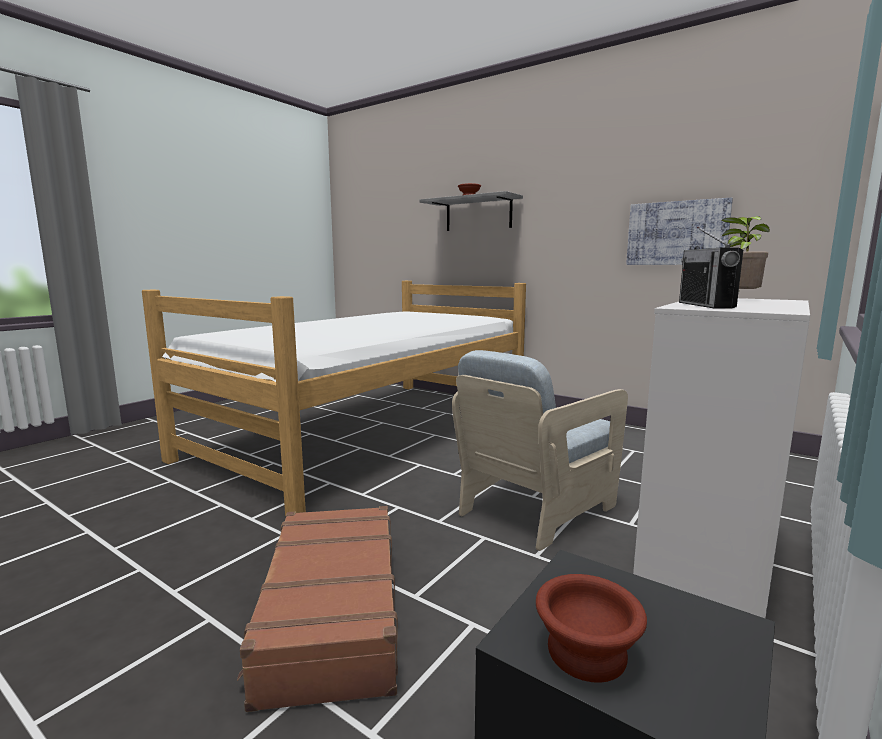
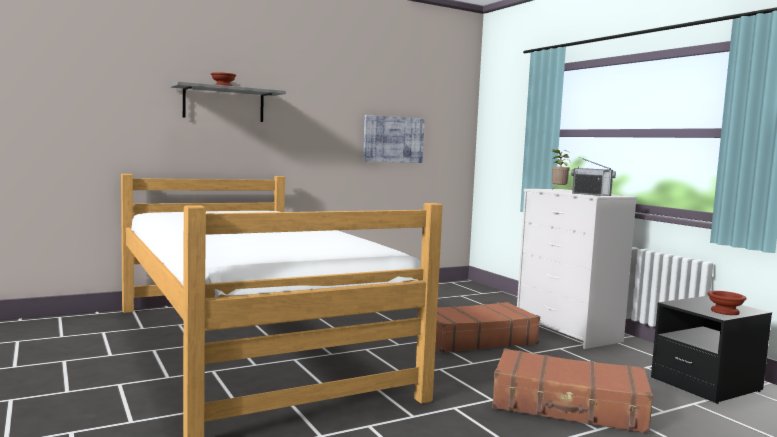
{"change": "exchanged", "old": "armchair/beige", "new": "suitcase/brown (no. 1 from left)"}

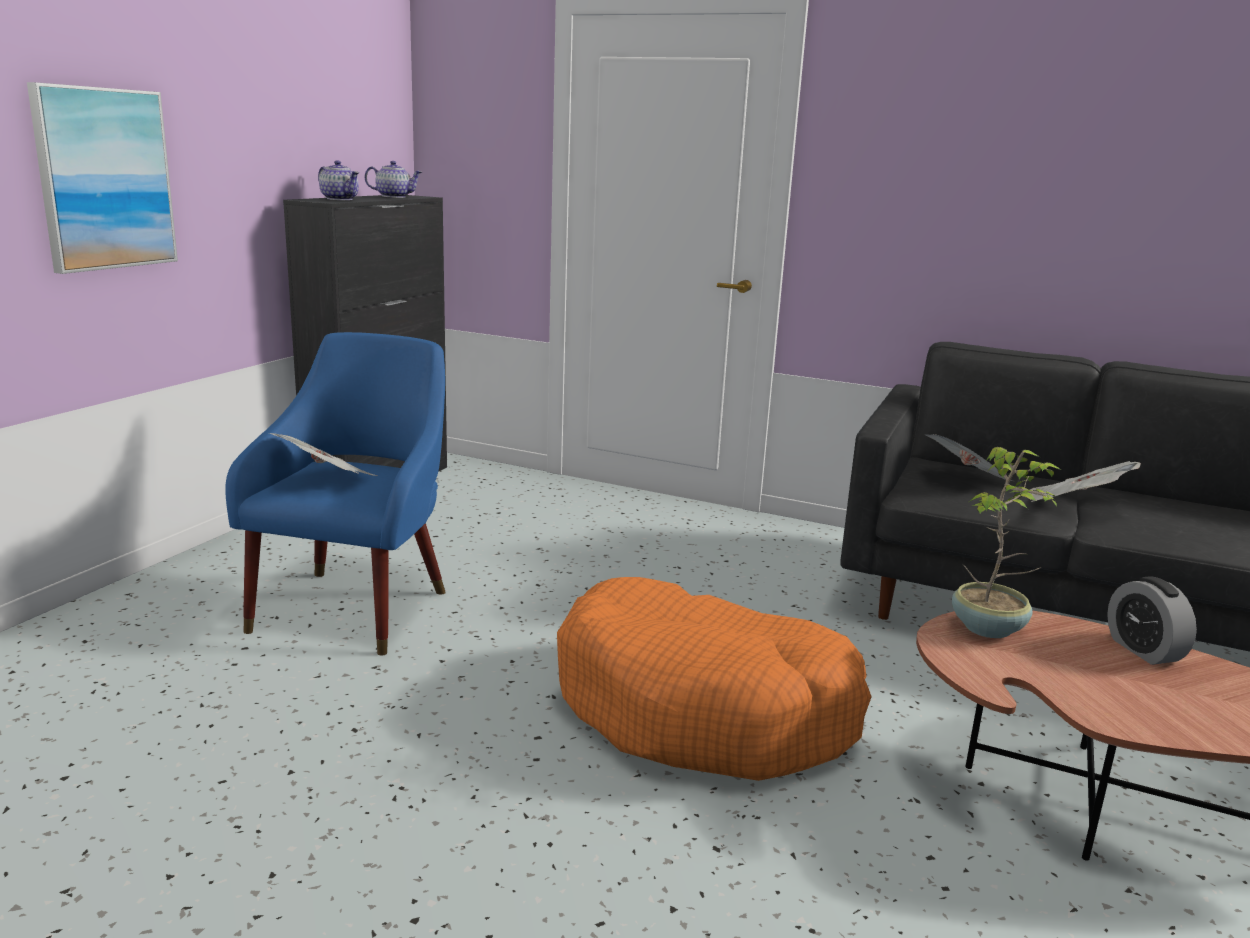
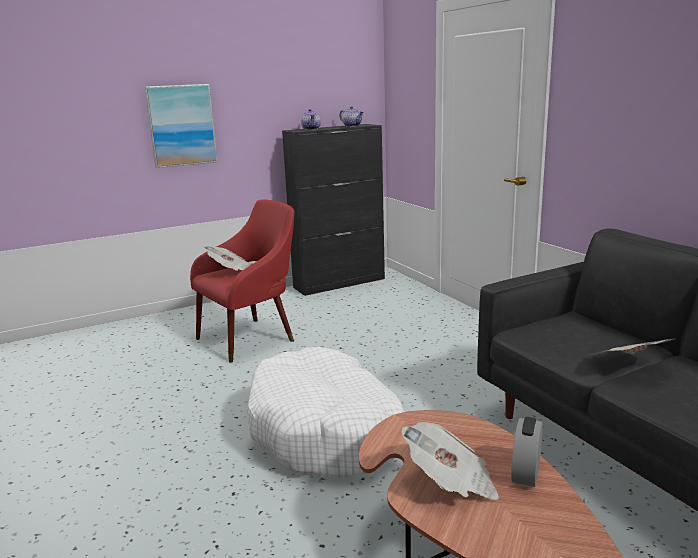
{"change": "colour", "old": "armchair/blue", "new": "armchair/red"}
{"change": "colour", "old": "dog bed/orange", "new": "dog bed/white"}
{"change": "relocated", "old": "newspaper (no. 2 from left)"}
{"change": "missing", "old": "potted plant"}

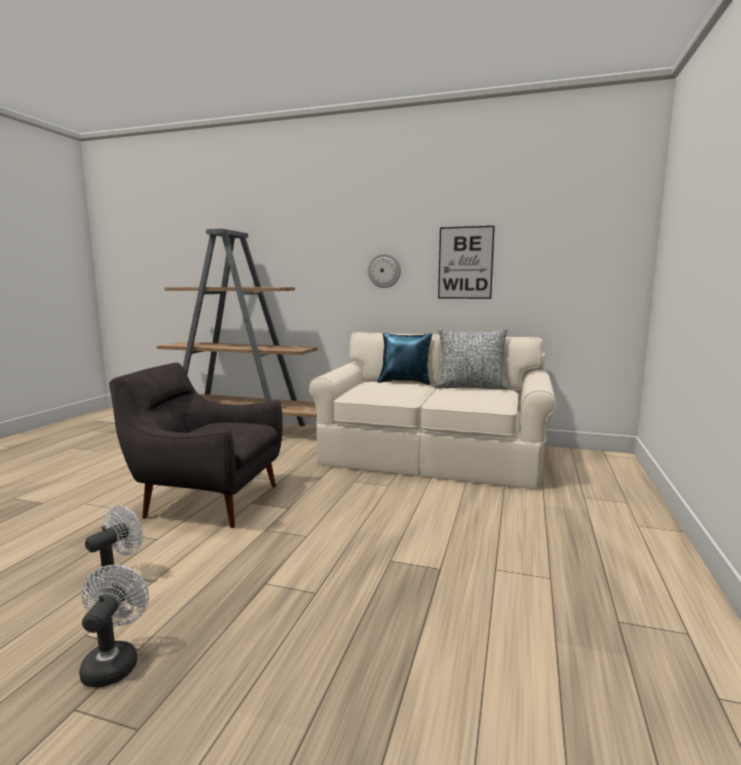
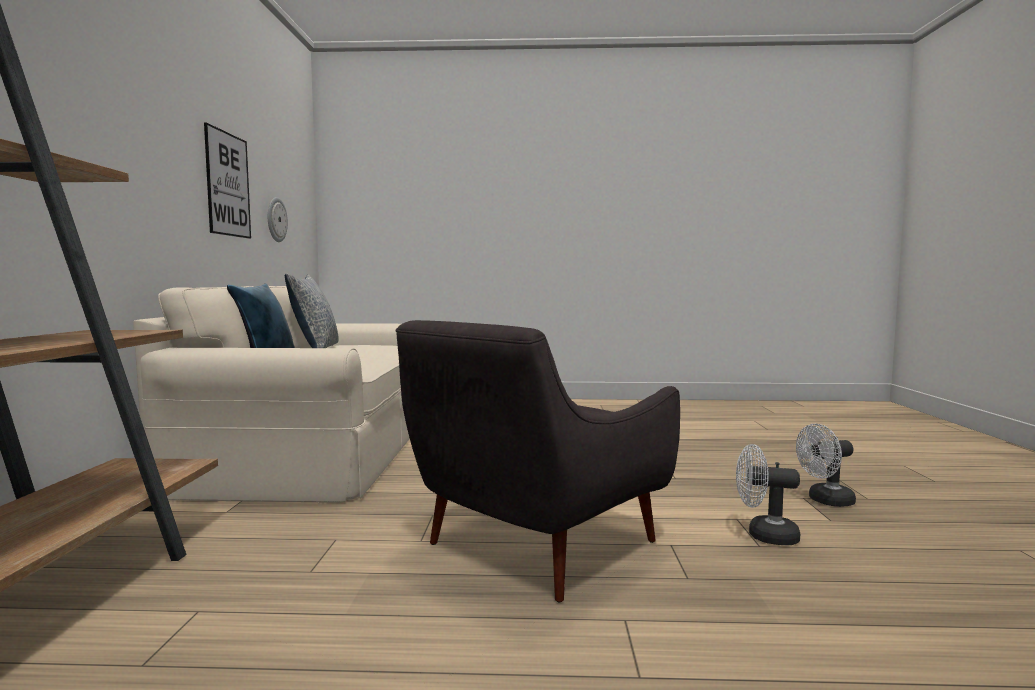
{"change": "spun", "old": "armchair/grey", "degrees": 45}
{"change": "relocated", "old": "wall clock"}

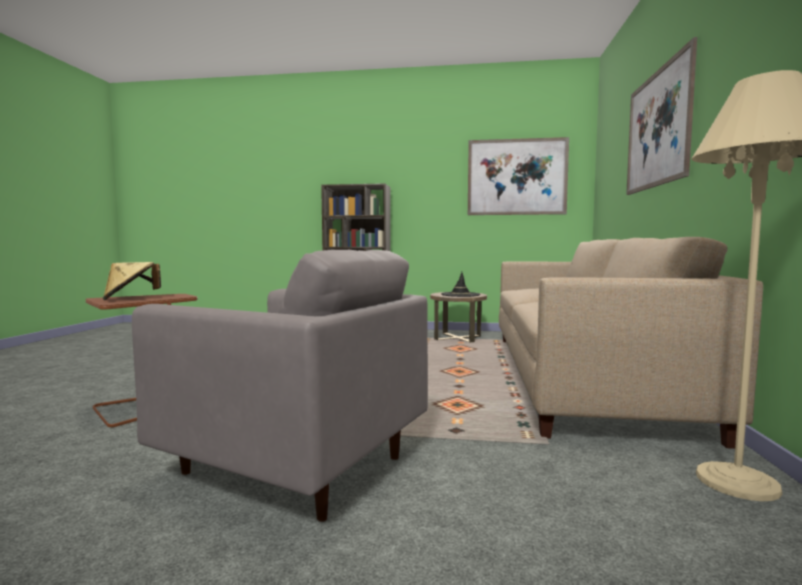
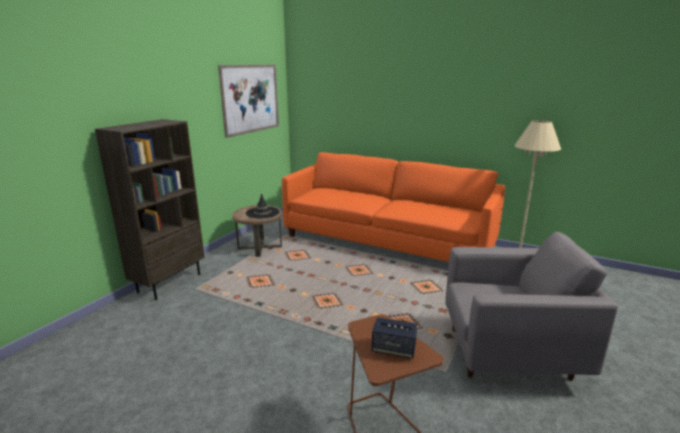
{"change": "exchanged", "old": "hat/beige", "new": "speaker"}
{"change": "spun", "old": "armchair/grey", "degrees": 45}
{"change": "colour", "old": "sofa/beige", "new": "sofa/orange"}
{"change": "missing", "old": "picture (no. 2 from left)"}

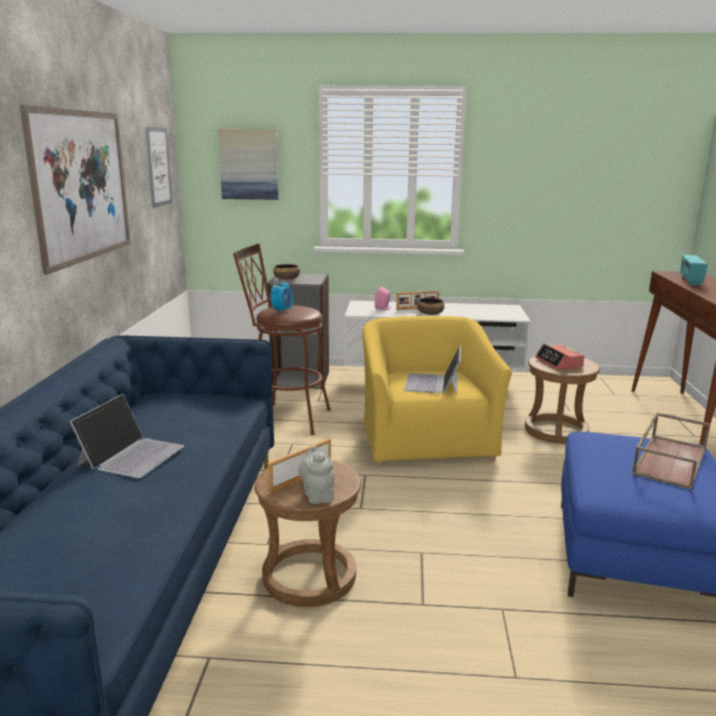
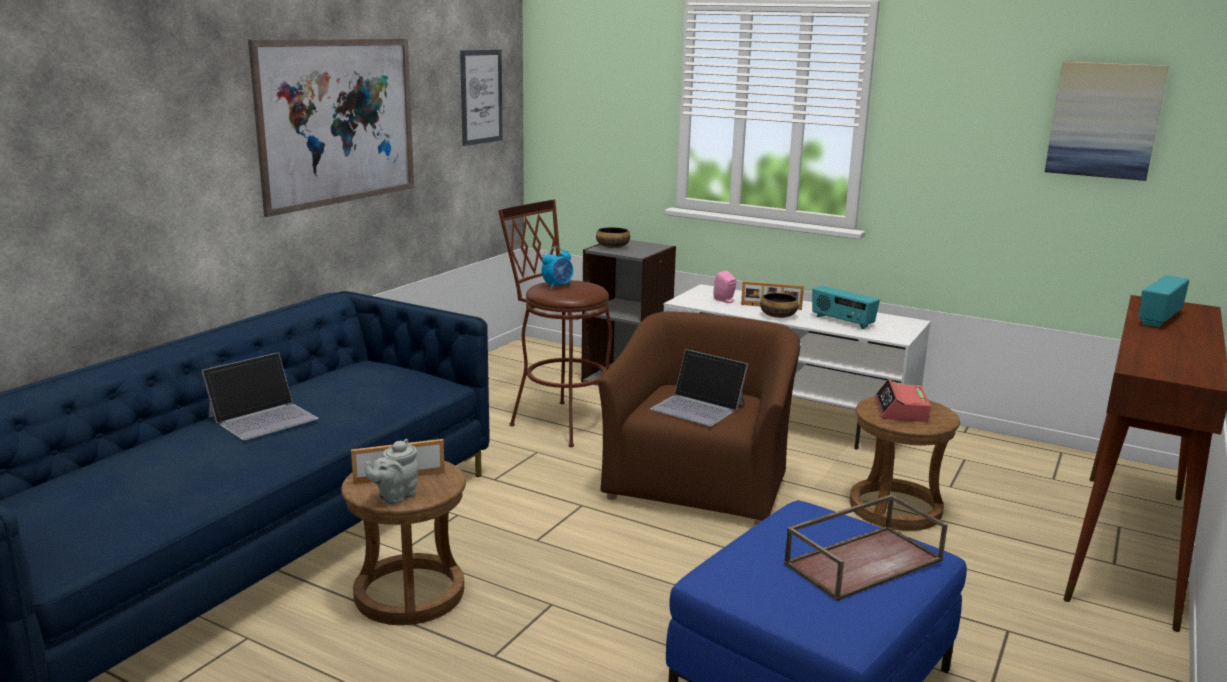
{"change": "relocated", "old": "picture (no. 3 from left)"}
{"change": "spun", "old": "teapot/grey", "degrees": -150}
{"change": "colour", "old": "armchair/yellow", "new": "armchair/brown"}
{"change": "spun", "old": "laptop (no. 2 from left)", "degrees": -90}
{"change": "appeared", "new": "radio (no. 1 from left)"}

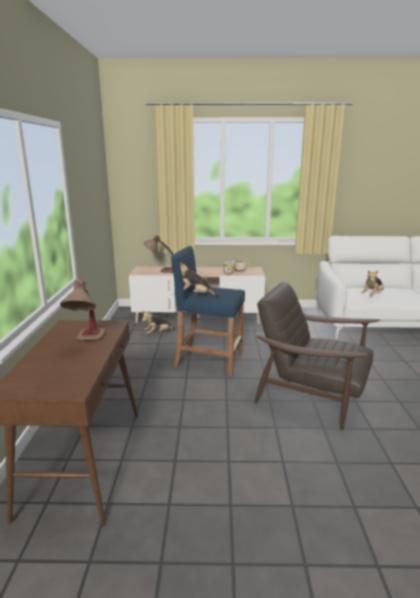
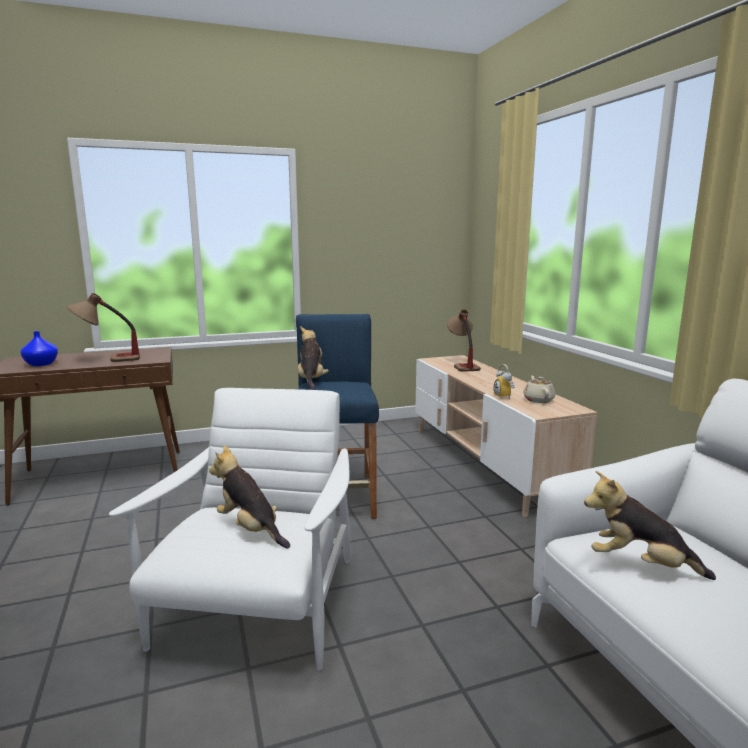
{"change": "relocated", "old": "plush toy (no. 1 from left)"}
{"change": "colour", "old": "armchair/brown", "new": "armchair/white"}
{"change": "appeared", "new": "vase/blue"}

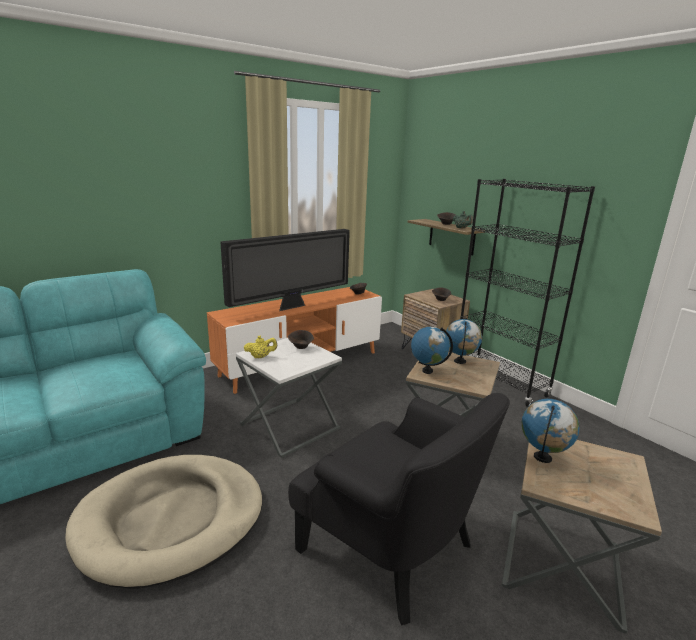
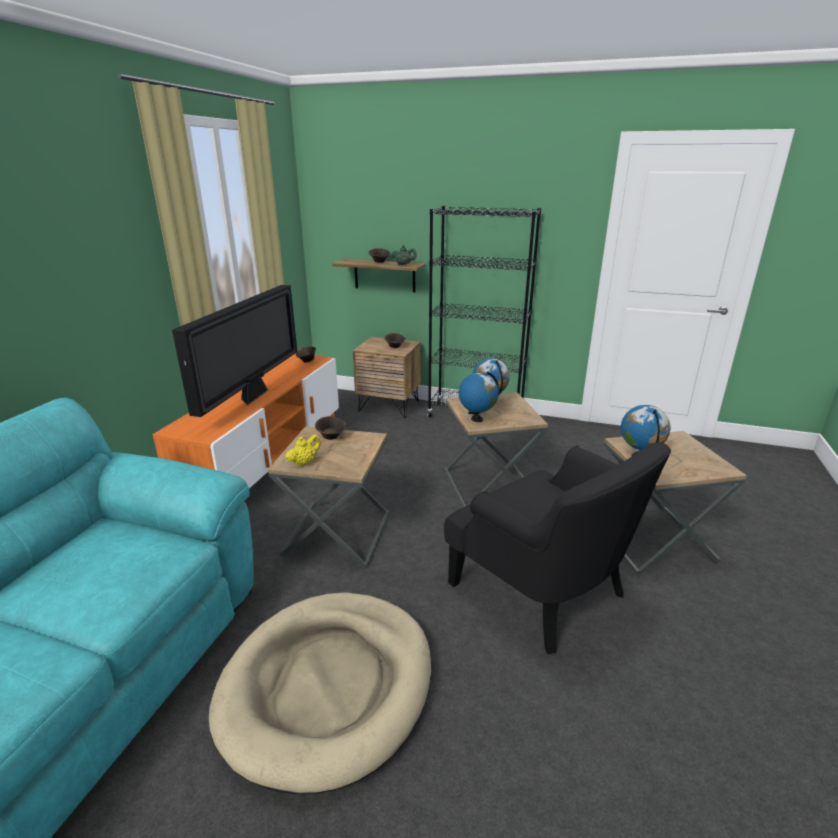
{"change": "colour", "old": "side table/white", "new": "side table/brown (no. 1 from left)"}
{"change": "spun", "old": "armchair/black", "degrees": 45}

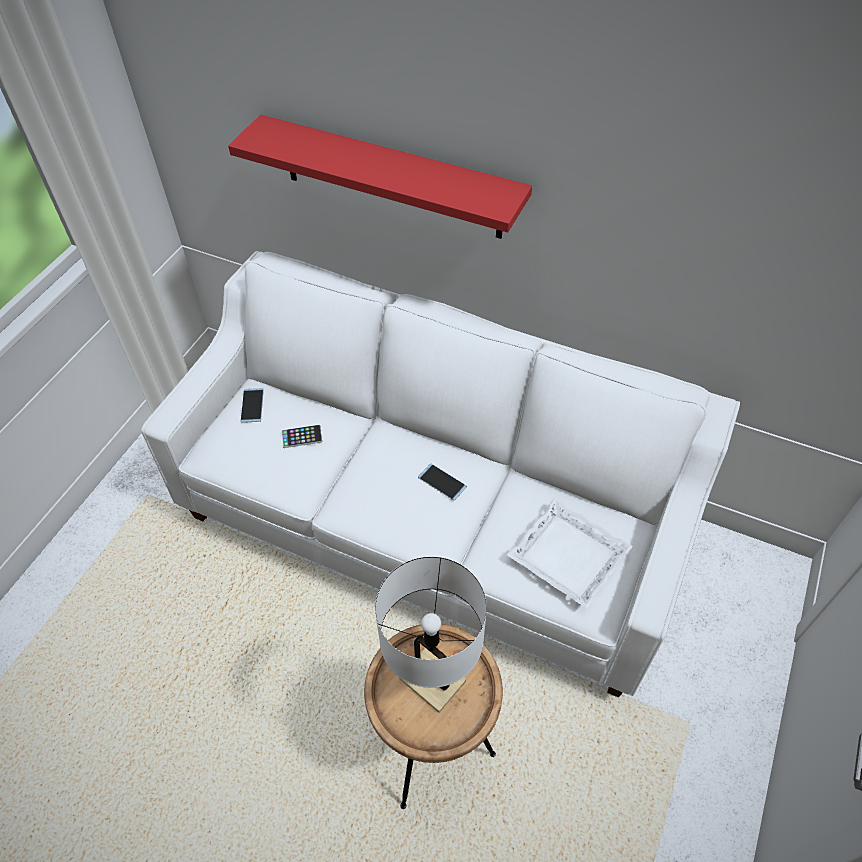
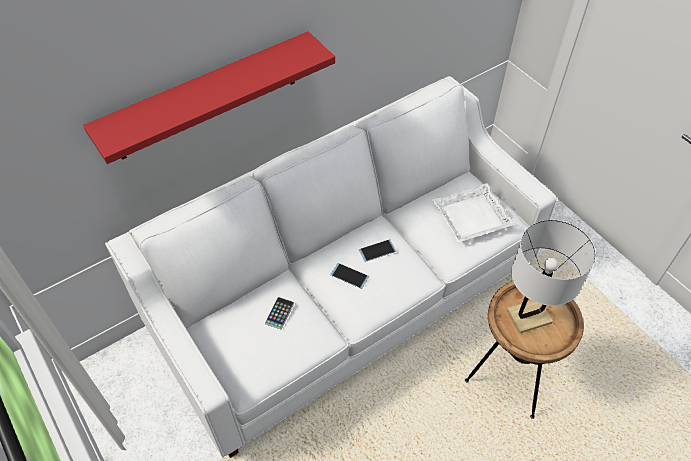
{"change": "relocated", "old": "phone (no. 1 from left in the first image)", "new": "phone (no. 2 from left)"}

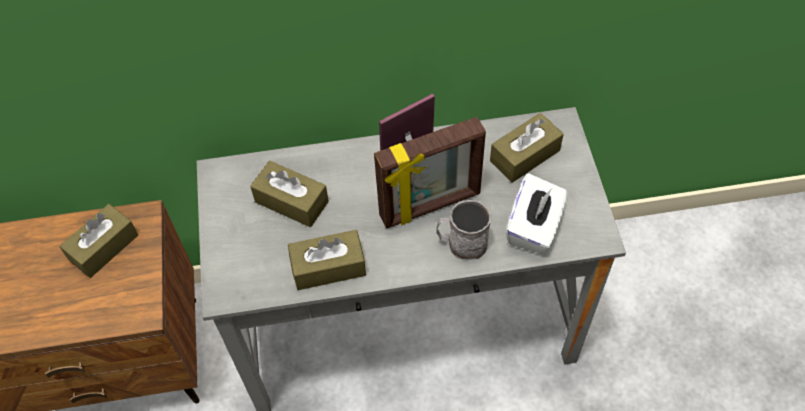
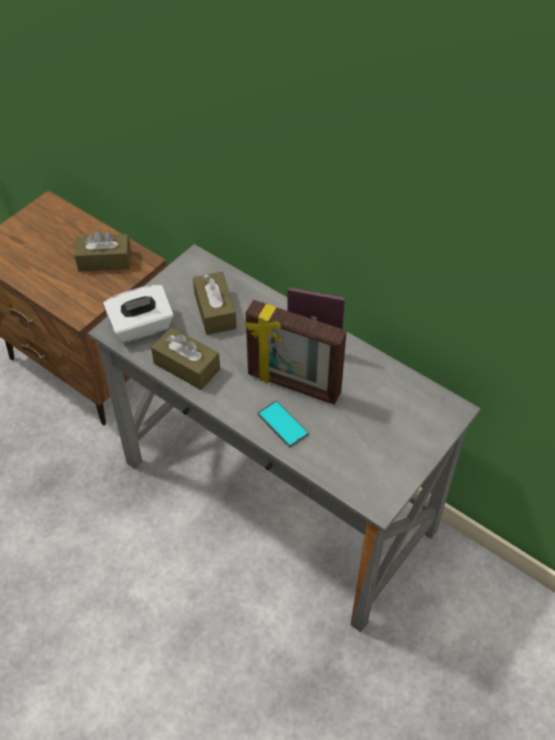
{"change": "exchanged", "old": "mug/grey", "new": "phone"}
{"change": "missing", "old": "tissue box/brown (no. 4 from left)"}
{"change": "relocated", "old": "tissue box/white"}

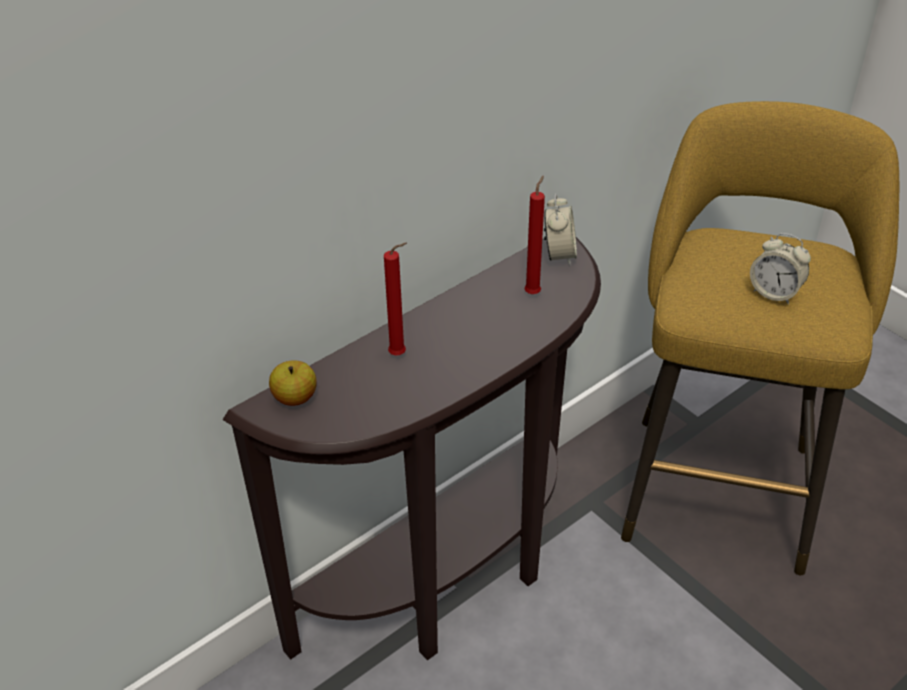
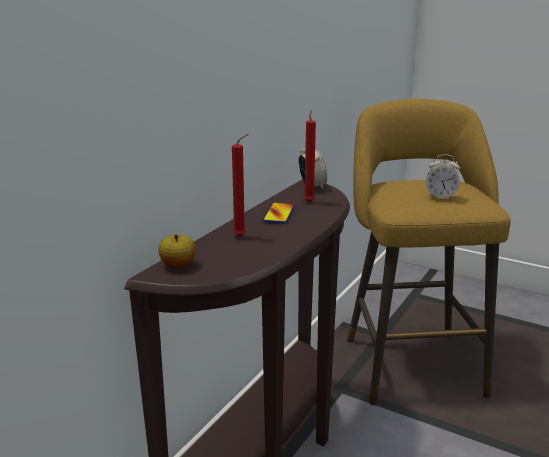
{"change": "appeared", "new": "phone"}

